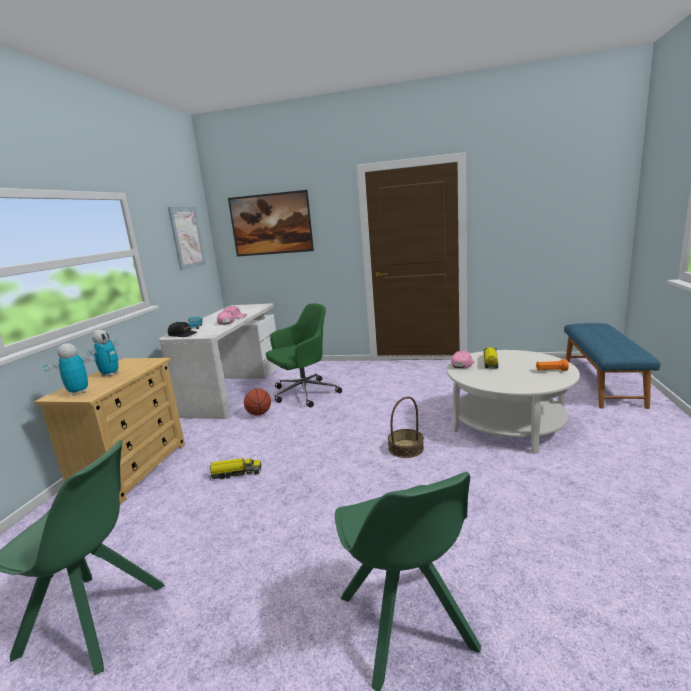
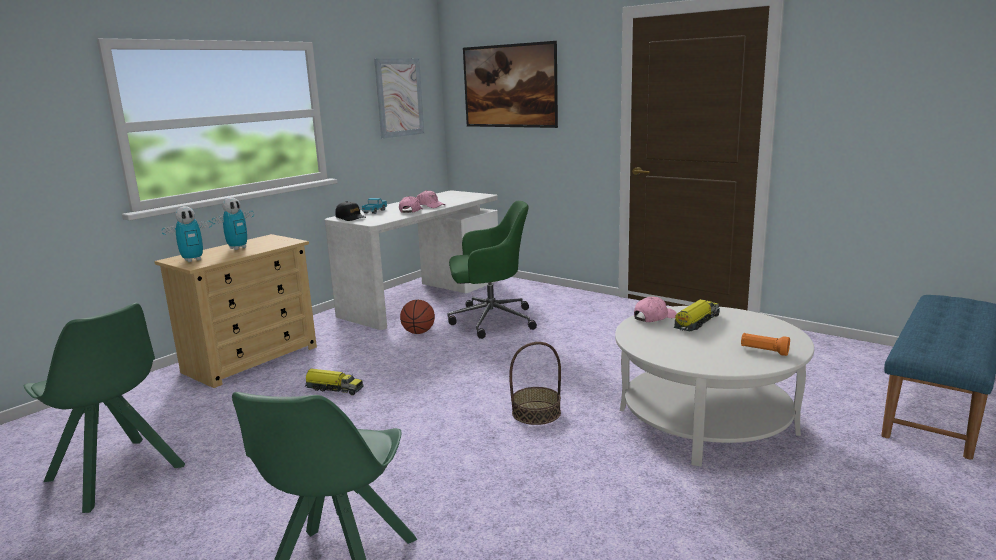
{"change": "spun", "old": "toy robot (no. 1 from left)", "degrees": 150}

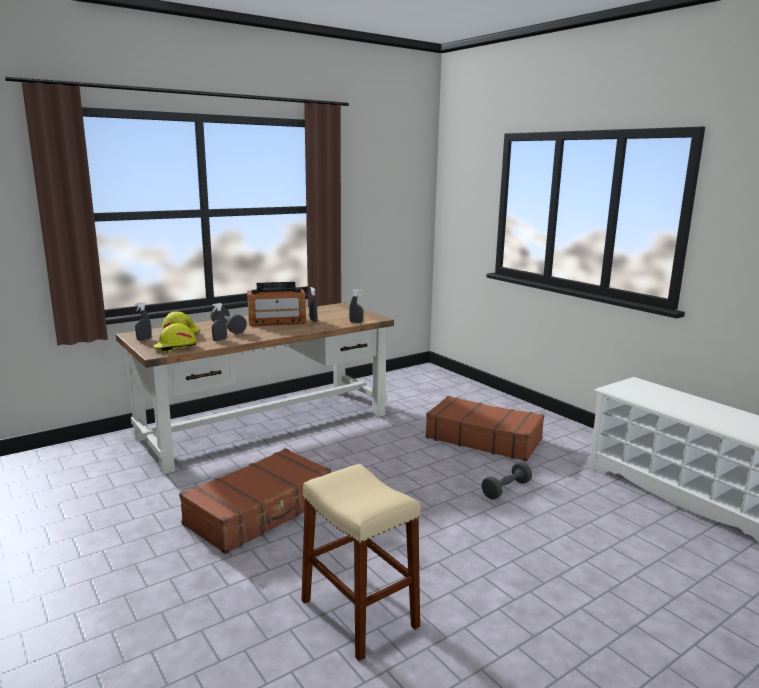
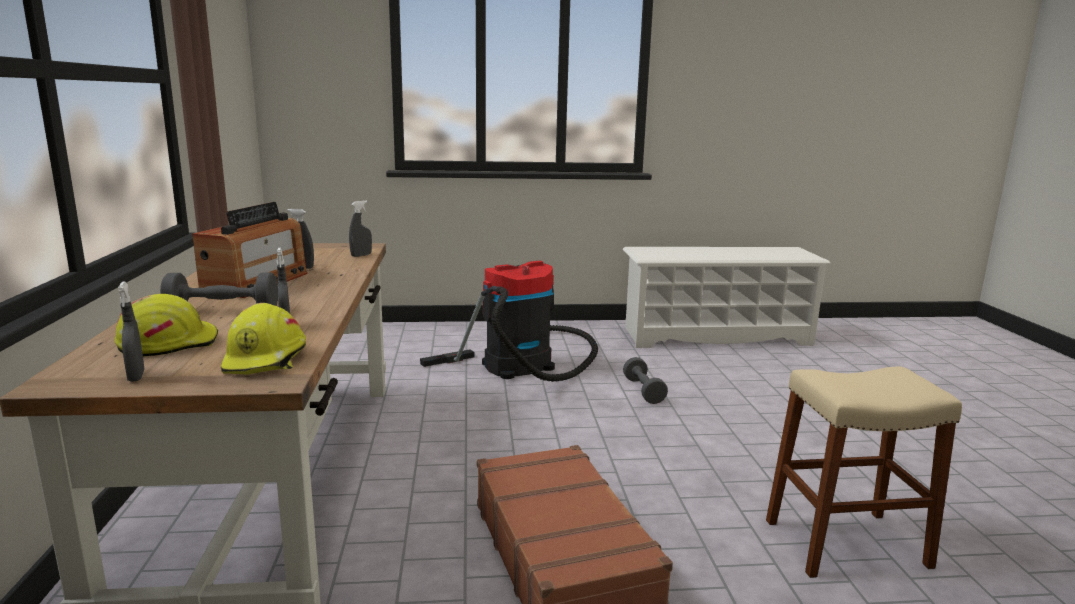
{"change": "exchanged", "old": "suitcase/brown (no. 2 from left)", "new": "vacuum cleaner"}

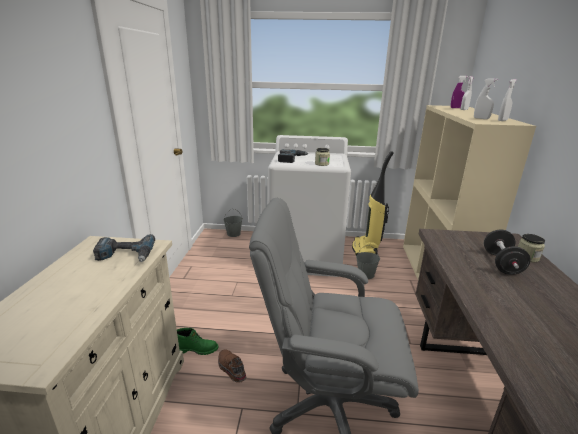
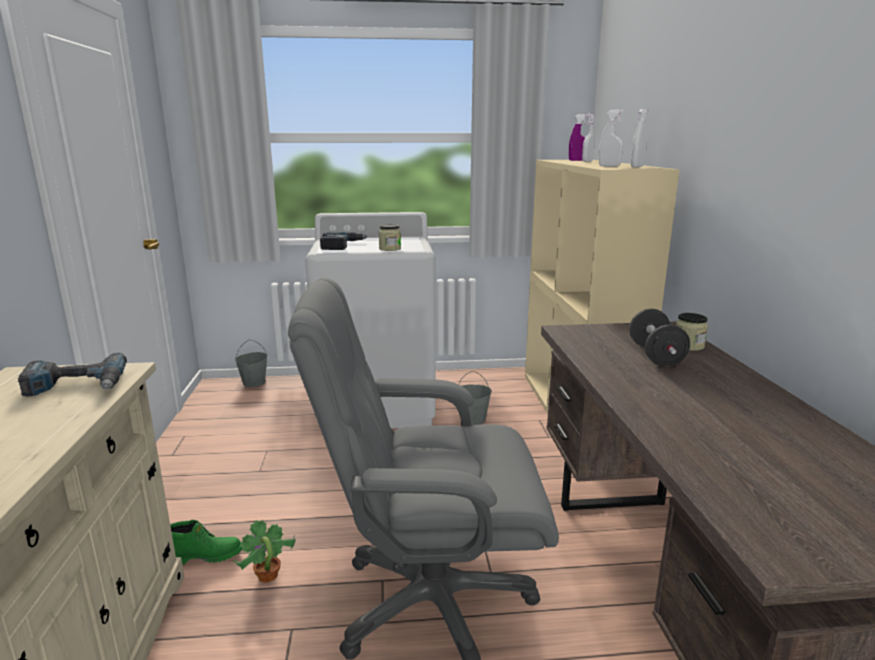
{"change": "exchanged", "old": "shoe/brown", "new": "potted plant"}
{"change": "missing", "old": "vacuum cleaner"}

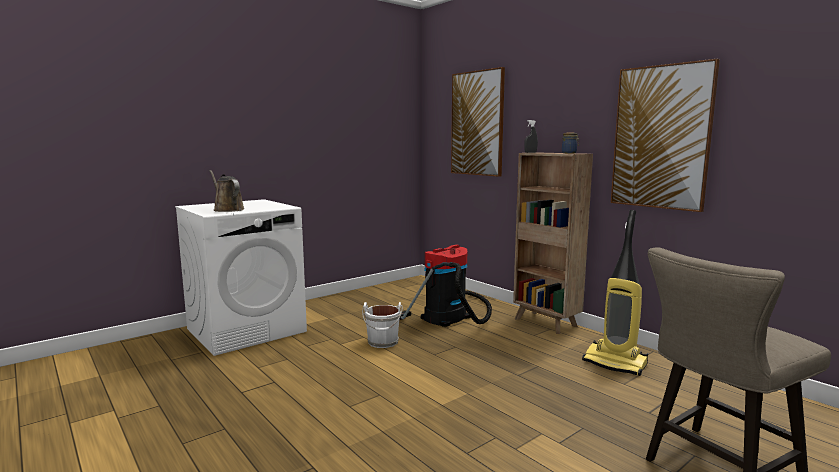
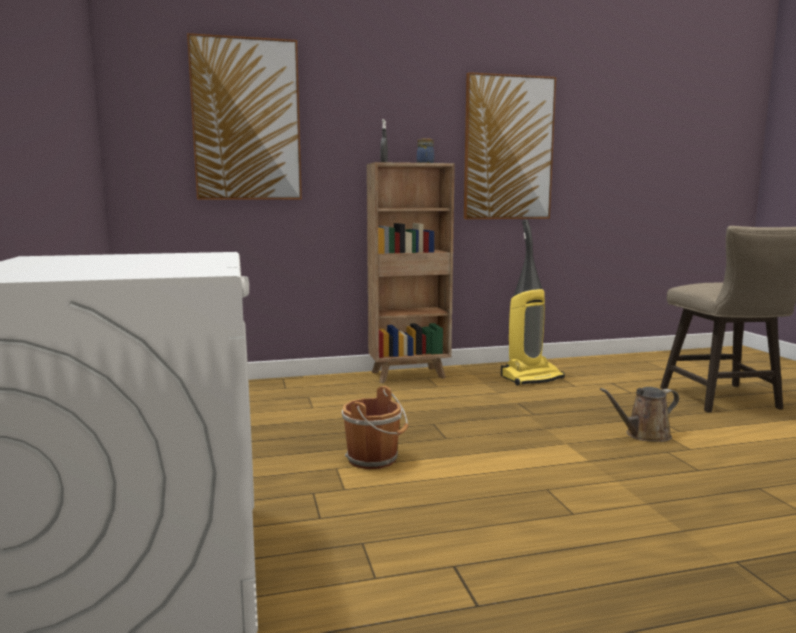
{"change": "relocated", "old": "watering can/brown"}
{"change": "colour", "old": "bucket/white", "new": "bucket/brown"}
{"change": "missing", "old": "vacuum cleaner (no. 1 from left)"}

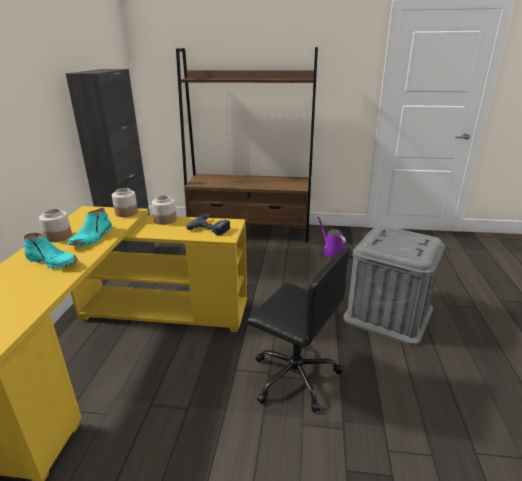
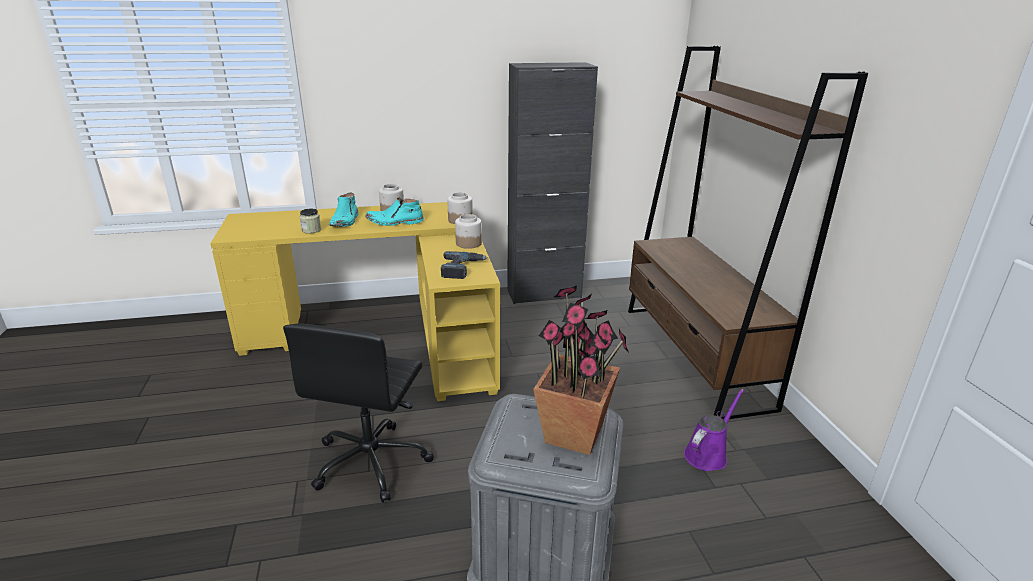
{"change": "appeared", "new": "jar (no. 1 from left)"}
{"change": "appeared", "new": "potted plant"}

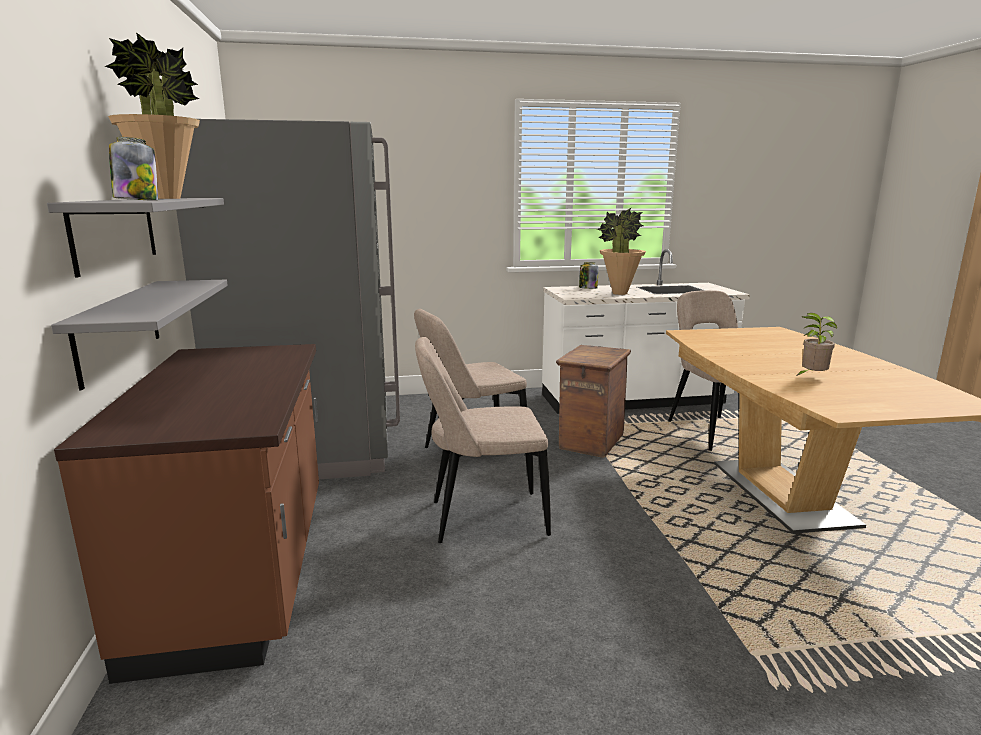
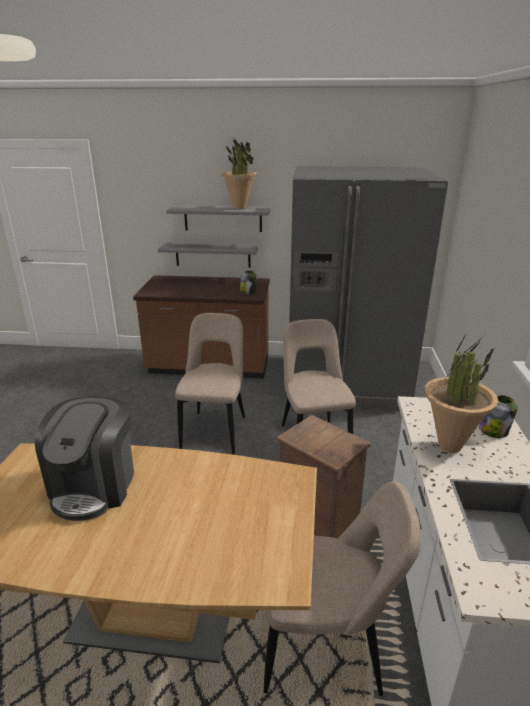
{"change": "relocated", "old": "jar (no. 1 from left)"}
{"change": "exchanged", "old": "potted plant (no. 3 from left)", "new": "coffee machine"}

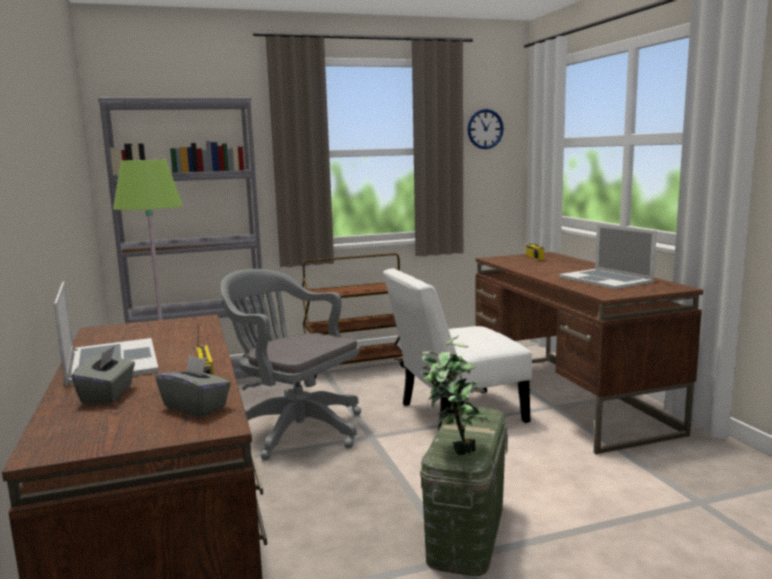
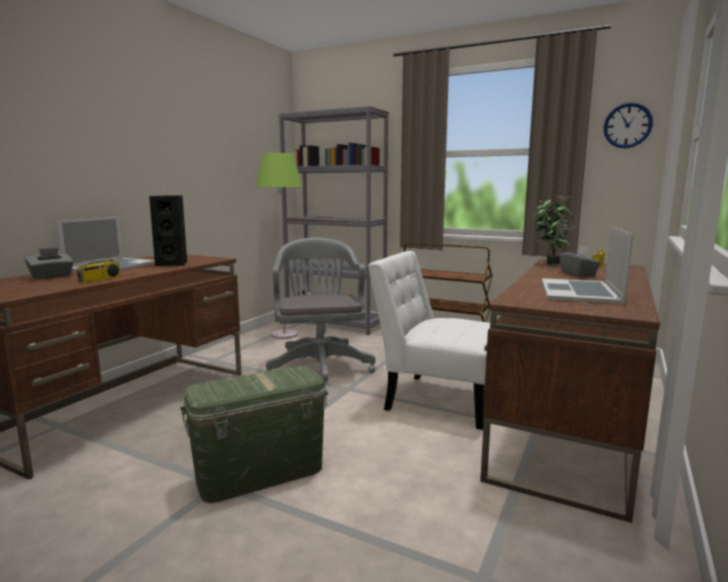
{"change": "relocated", "old": "tissue box/grey (no. 2 from left)"}
{"change": "relocated", "old": "potted plant"}
{"change": "appeared", "new": "speaker/black"}

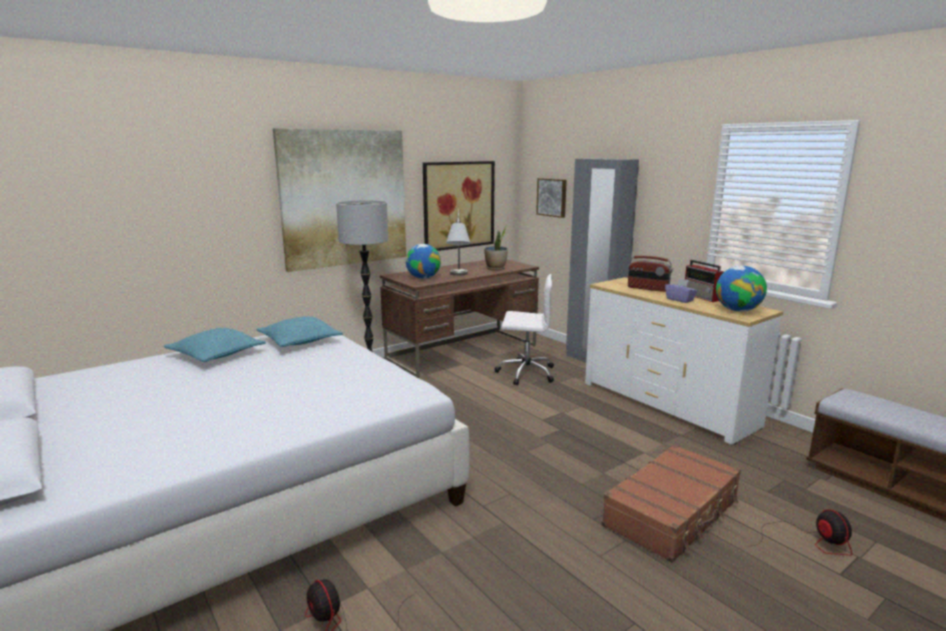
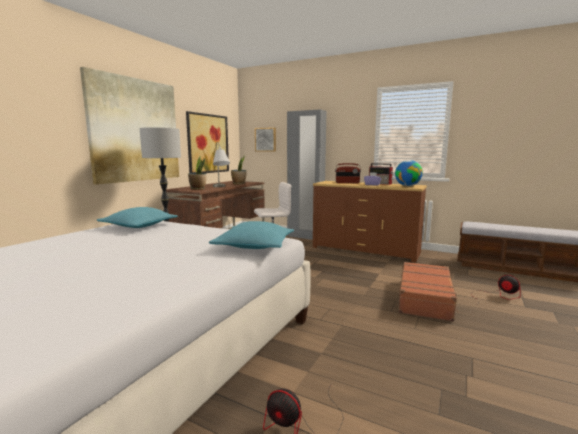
{"change": "relocated", "old": "pillow/turquoise (no. 1 from left in the first image)", "new": "pillow/turquoise (no. 2 from left)"}
{"change": "exchanged", "old": "globe (no. 1 from left)", "new": "potted plant (no. 1 from left)"}
{"change": "colour", "old": "dresser/white", "new": "dresser/brown"}

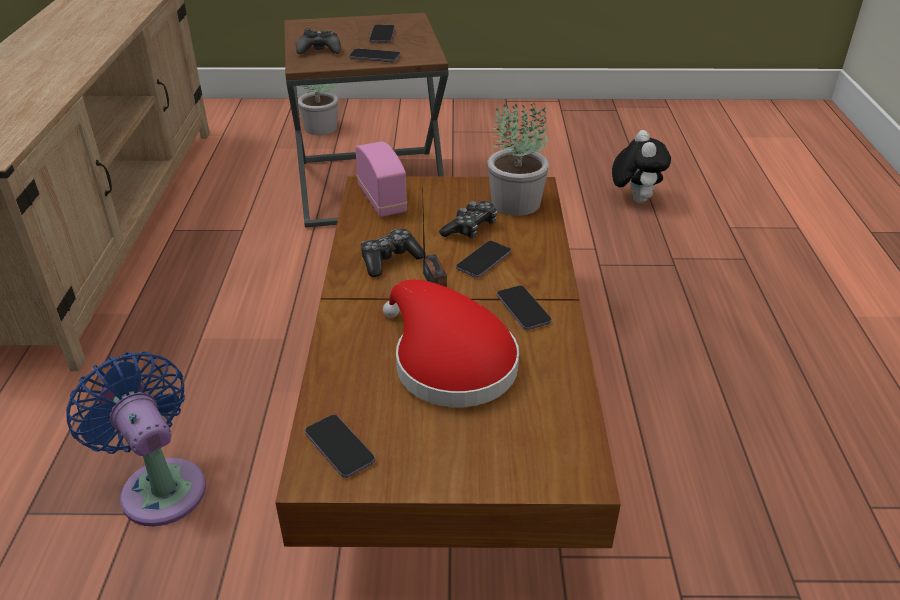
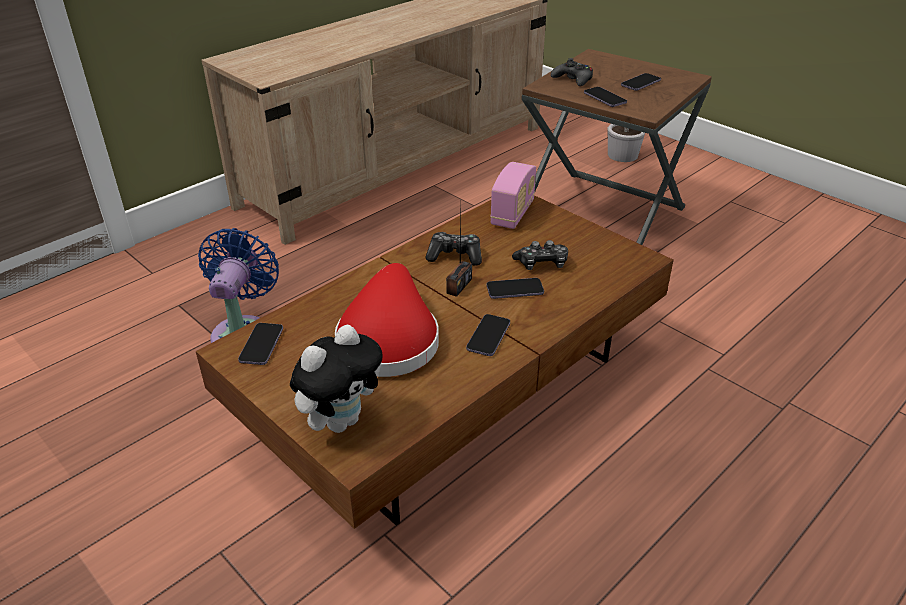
{"change": "missing", "old": "potted plant (no. 2 from left)"}
{"change": "relocated", "old": "plush toy"}

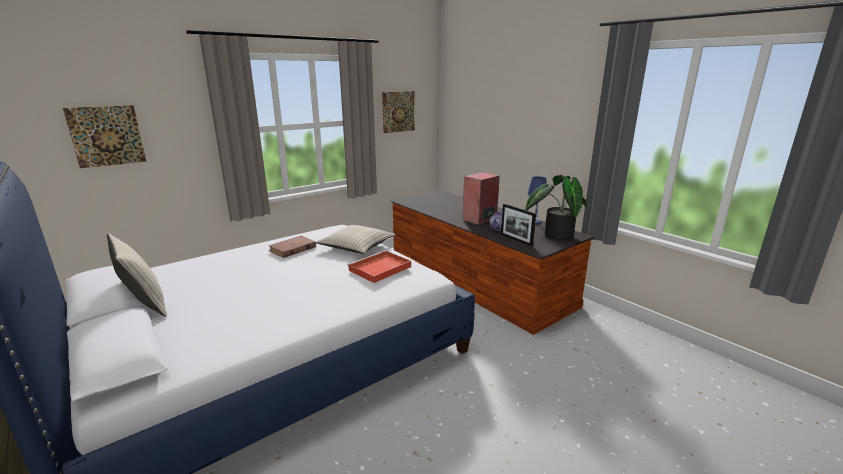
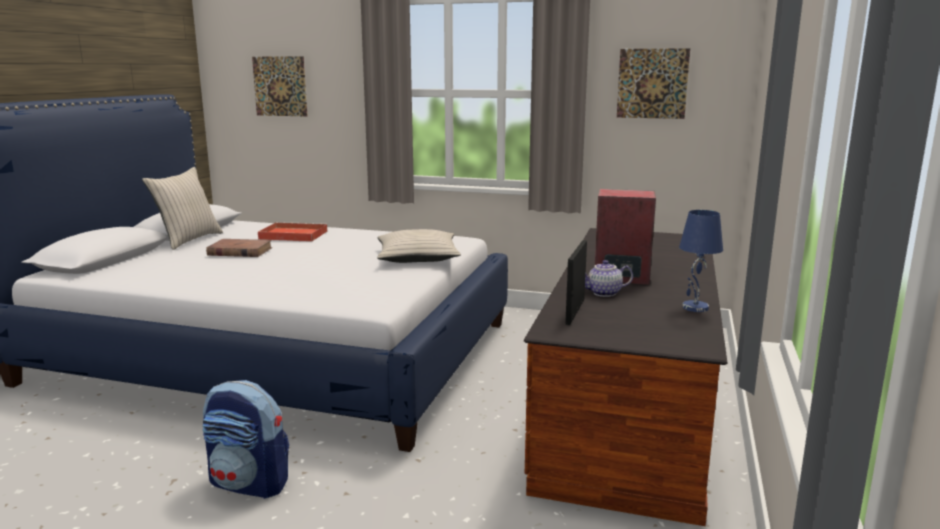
{"change": "relocated", "old": "book/brown"}
{"change": "relocated", "old": "tray/red"}
{"change": "missing", "old": "potted plant"}
{"change": "appeared", "new": "backpack"}

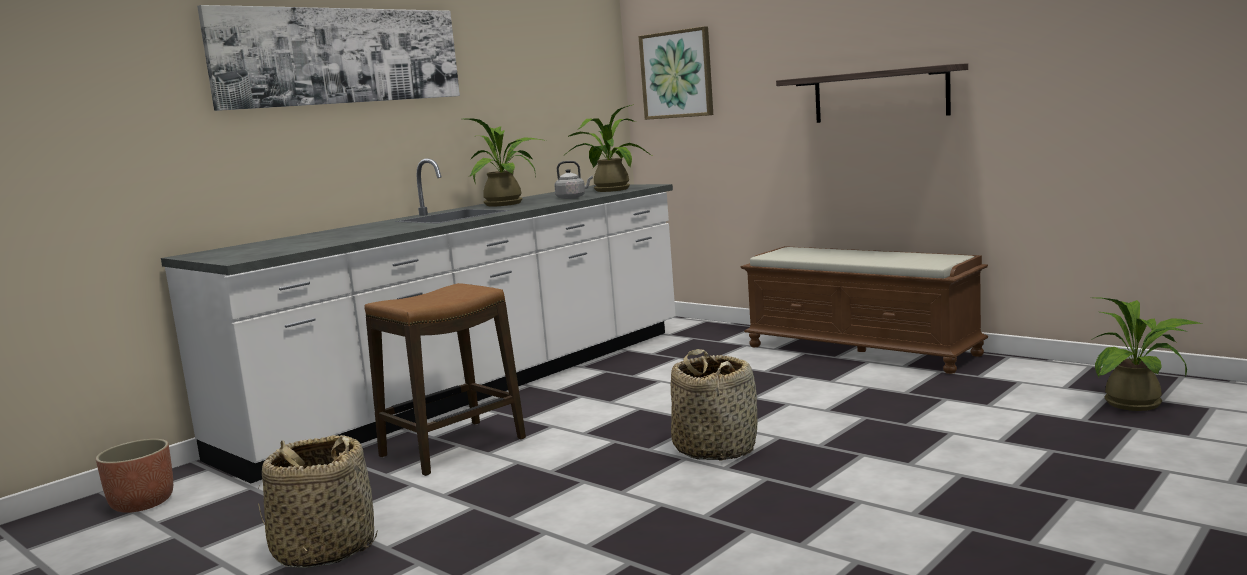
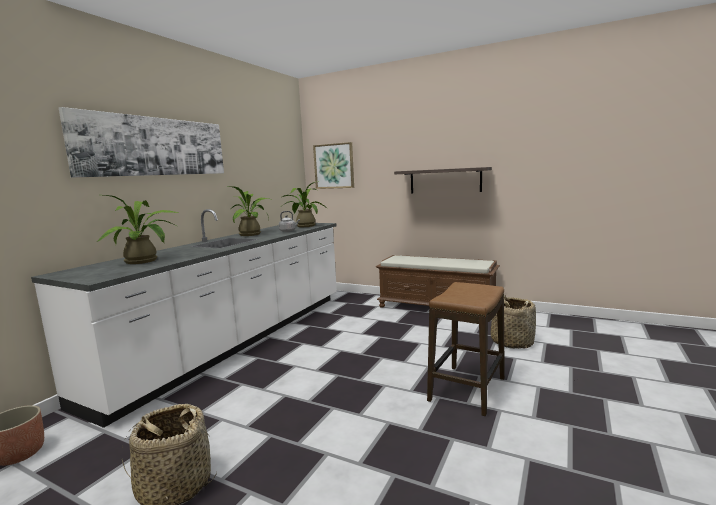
{"change": "relocated", "old": "stool"}
{"change": "relocated", "old": "basket (no. 2 from left)"}
{"change": "relocated", "old": "potted plant (no. 3 from left in the first image)", "new": "potted plant (no. 1 from left)"}

